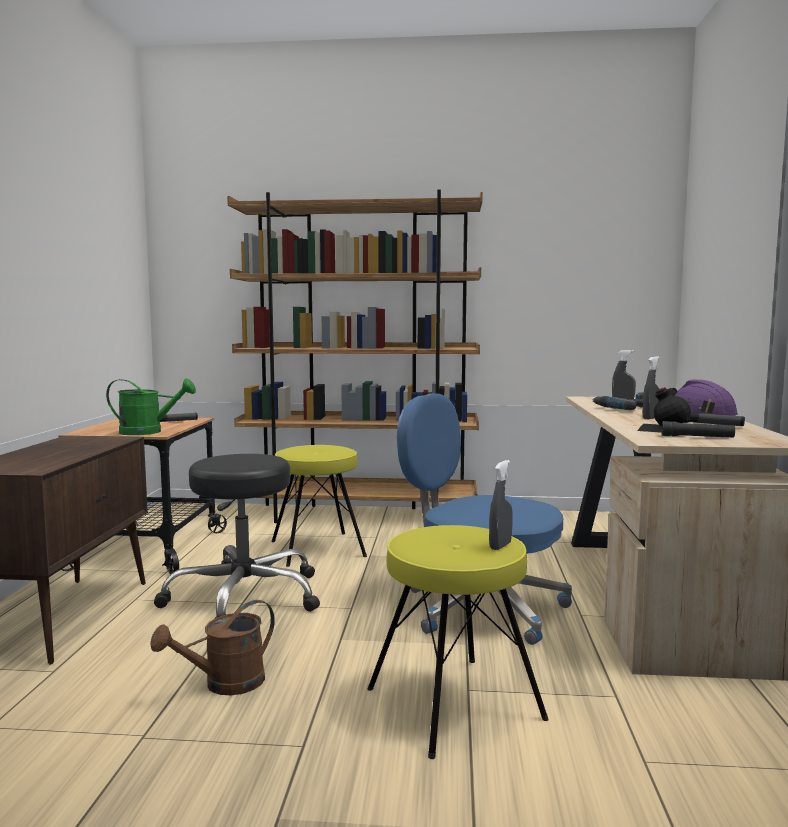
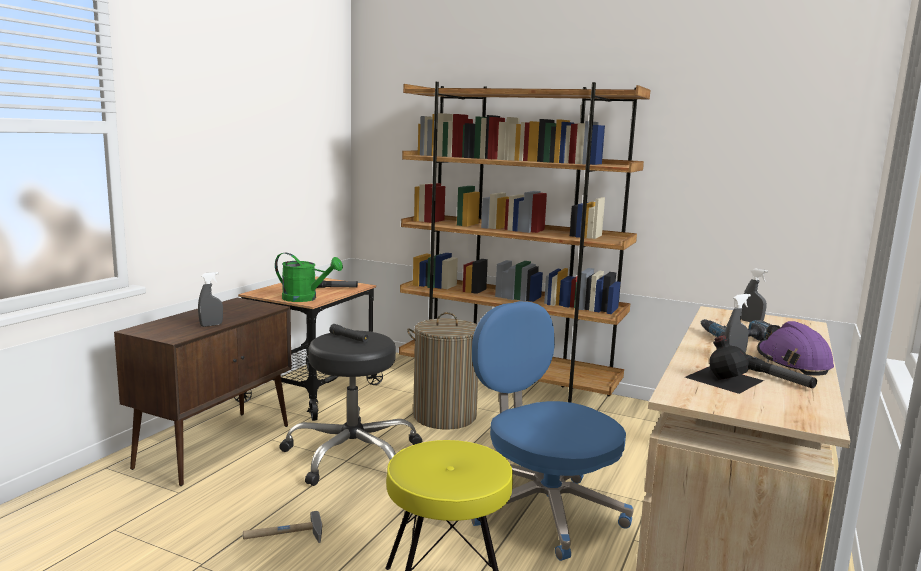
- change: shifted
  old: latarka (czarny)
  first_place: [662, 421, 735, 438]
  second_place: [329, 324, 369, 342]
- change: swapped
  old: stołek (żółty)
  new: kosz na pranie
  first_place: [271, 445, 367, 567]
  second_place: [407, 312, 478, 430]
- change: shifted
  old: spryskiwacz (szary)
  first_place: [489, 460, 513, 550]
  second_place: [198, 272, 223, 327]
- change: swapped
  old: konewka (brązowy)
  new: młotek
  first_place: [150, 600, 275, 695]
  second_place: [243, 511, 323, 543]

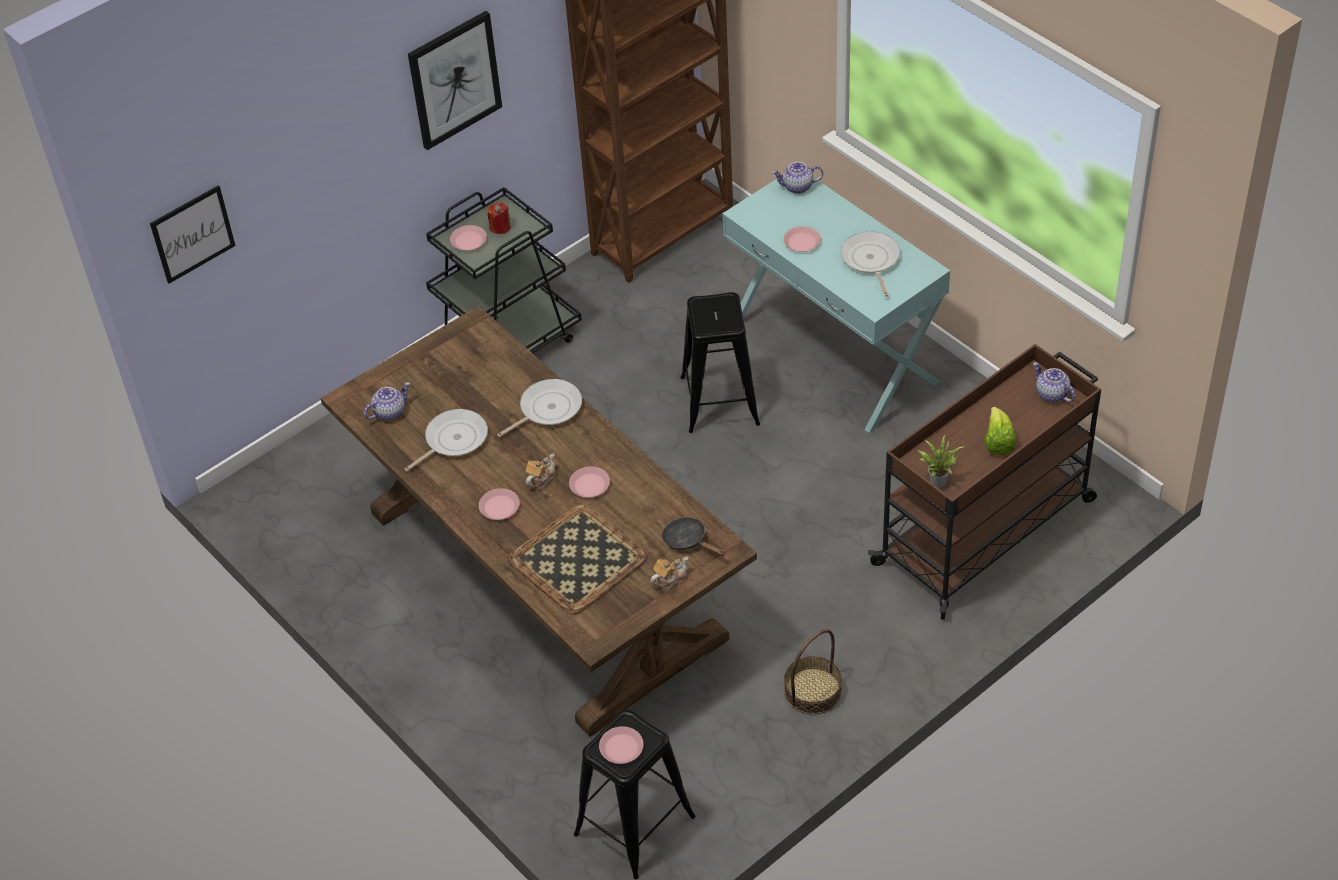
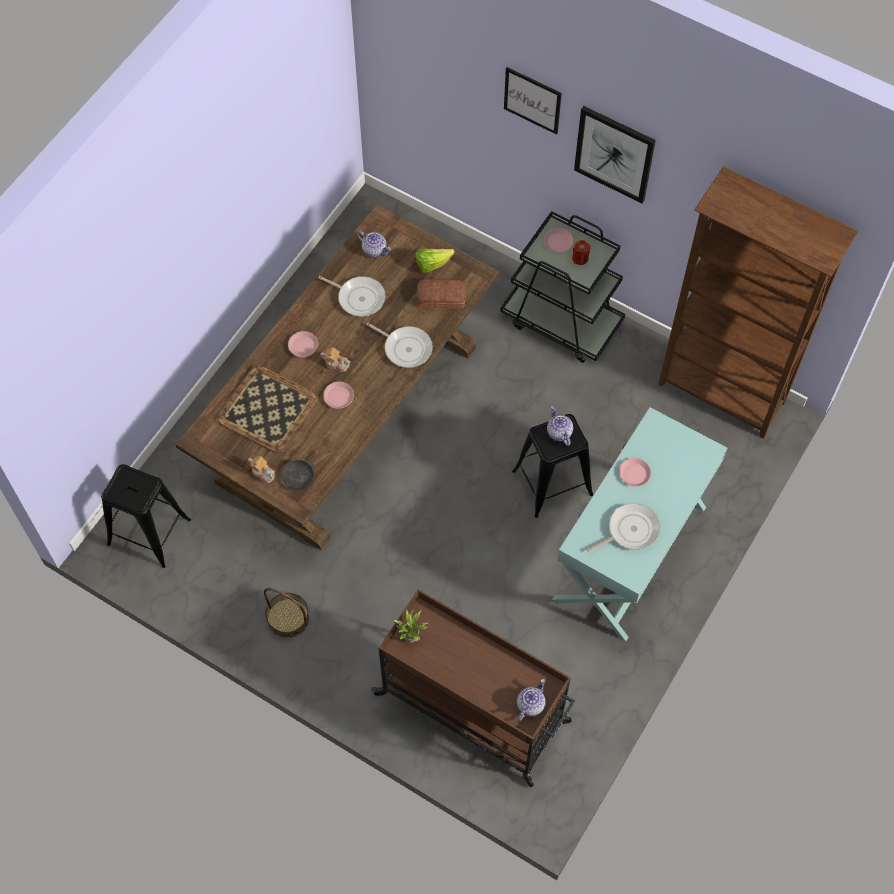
- change: shifted
  old: imbryk
  first_place: [772, 162, 823, 194]
  second_place: [547, 406, 573, 446]
- change: shifted
  old: obraz
  first_place: [150, 185, 235, 284]
  second_place: [504, 67, 562, 135]
- change: shifted
  old: sałata
  first_place: [984, 407, 1016, 455]
  second_place: [415, 248, 455, 273]
- change: rotated
  old: patelnia (czarny)
  first_place: [662, 517, 725, 556]
  second_place: [281, 450, 331, 491]
  degrees: -150
- change: gone
  old: talerz (różowy)
  first_place: [599, 726, 644, 764]
- change: new
  new: chleb
  second_place: [417, 279, 466, 308]

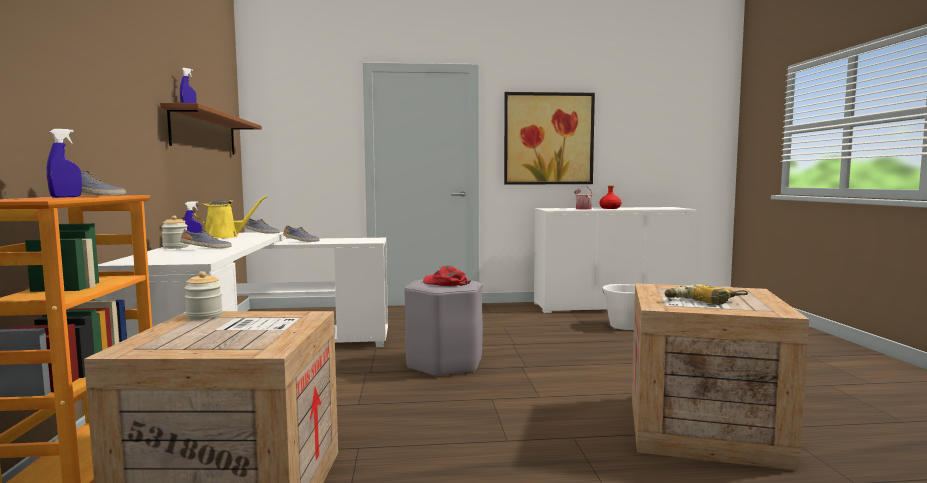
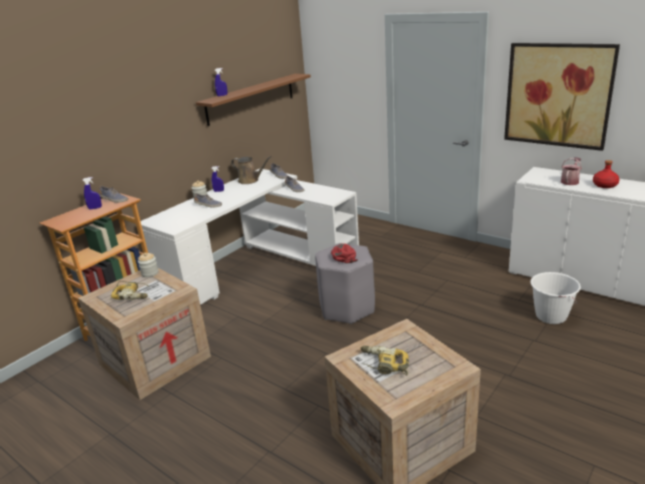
- change: repainted
  old: konewka (żółty)
  new: konewka (brązowy)
  first_place: [193, 196, 267, 239]
  second_place: [231, 156, 271, 184]
- change: new
  new: wiertarka
  second_place: [111, 281, 148, 300]

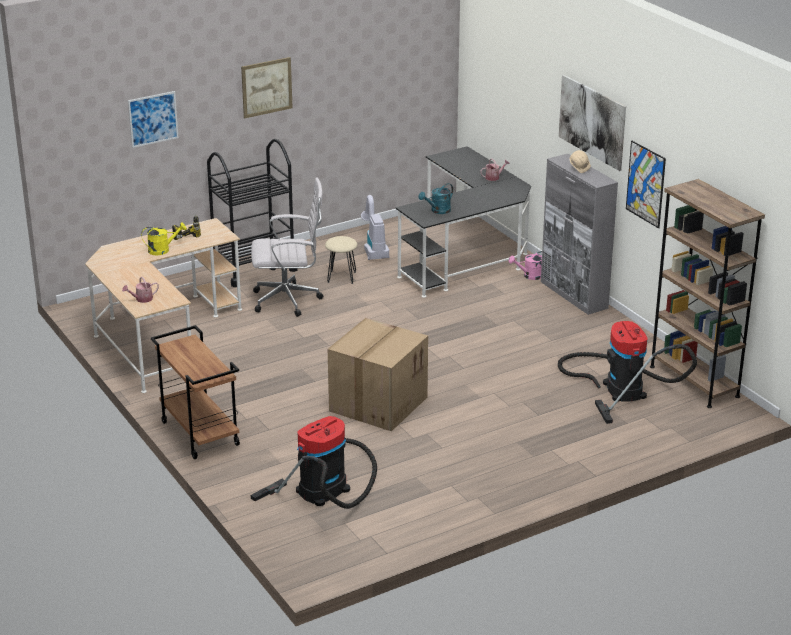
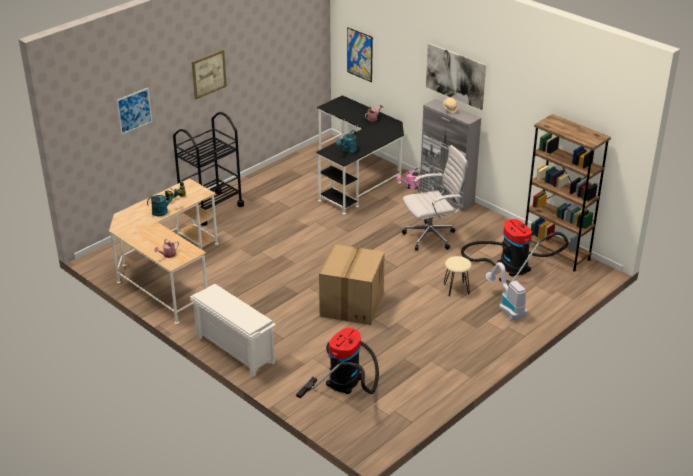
- change: shifted
  old: obraz
  first_place: [626, 141, 666, 228]
  second_place: [347, 27, 373, 82]
- change: shifted
  old: krzesło biurowe (biały)
  first_place: [251, 177, 323, 317]
  second_place: [402, 145, 468, 251]
- change: shifted
  old: odkurzacz
  first_place: [361, 195, 389, 260]
  second_place: [486, 262, 527, 321]
- change: repainted
  old: konewka (żółty)
  new: konewka (turkusowy)
  first_place: [141, 223, 187, 255]
  second_place: [147, 189, 180, 216]
- change: shifted
  old: stołek (beżowy)
  first_place: [325, 236, 357, 284]
  second_place: [444, 256, 472, 296]
- change: swapped
  old: wózek (brązowy)
  new: regał na buty (biały)
  first_place: [151, 325, 240, 459]
  second_place: [190, 284, 276, 377]

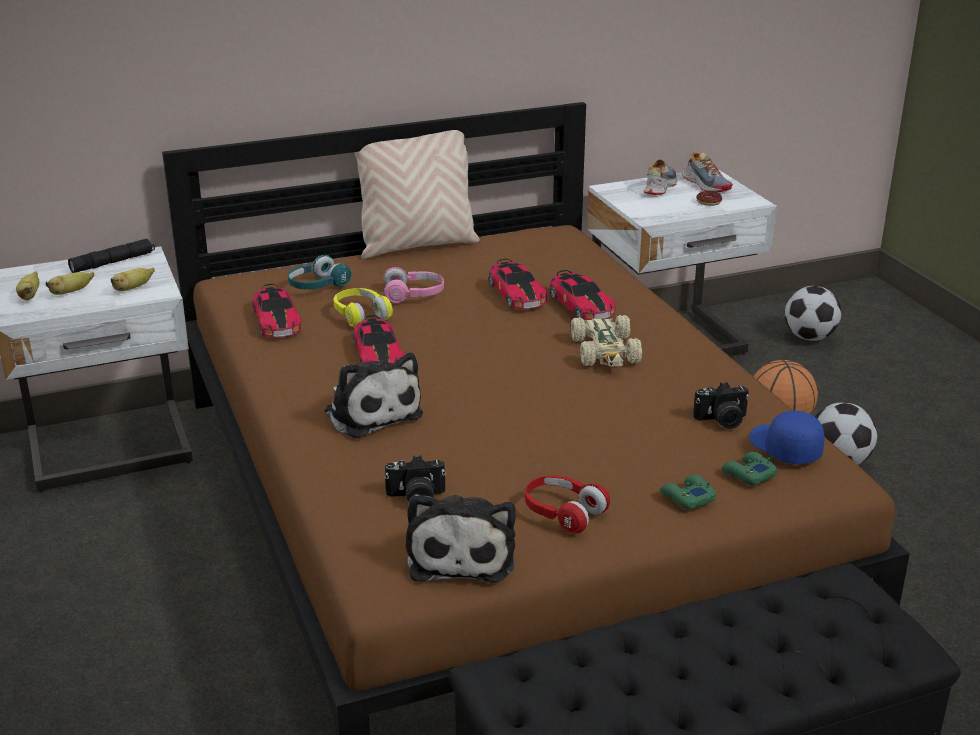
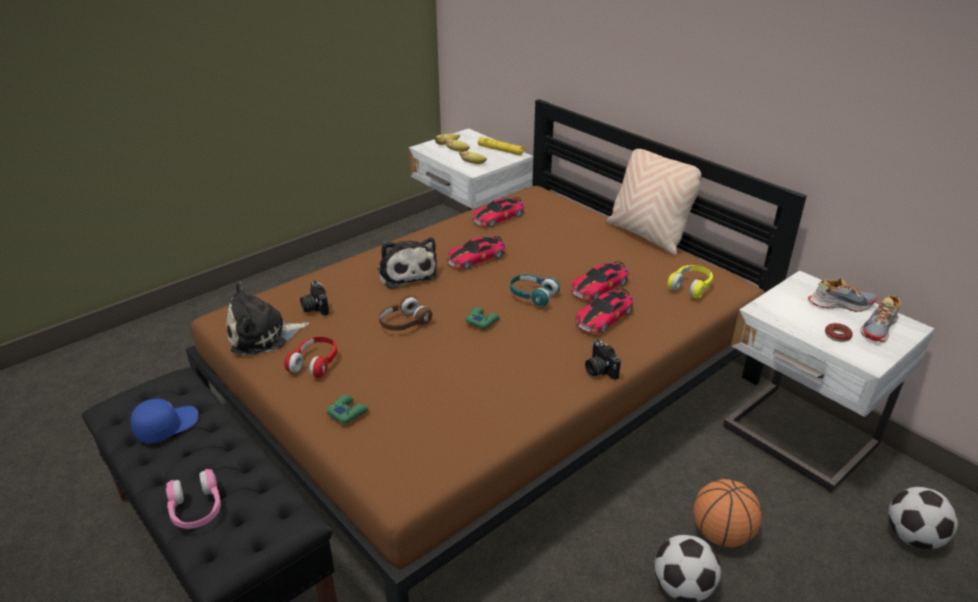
- change: repainted
  old: latarka (czarny)
  new: latarka (żółty)
  first_place: [68, 239, 155, 273]
  second_place: [478, 137, 525, 156]
- change: shifted
  old: słuchawki (turkusowy)
  first_place: [288, 255, 351, 290]
  second_place: [510, 274, 560, 307]
- change: shifted
  old: słuchawki (różowy)
  first_place: [384, 267, 444, 303]
  second_place: [166, 469, 221, 529]
- change: shifted
  old: słuchawki (żółty)
  first_place: [334, 288, 393, 327]
  second_place: [667, 265, 713, 298]
- change: gone
  old: samochodzik (beżowy)
  first_place: [571, 315, 642, 367]
- change: rotated
  old: pluszak
  first_place: [325, 353, 423, 439]
  second_place: [378, 237, 438, 289]
  degrees: -60
- change: shifted
  old: aparat fotograficzny
  first_place: [693, 382, 749, 429]
  second_place: [585, 339, 621, 380]
- change: shifted
  old: czapka z daszkiem (niebieski)
  first_place: [749, 411, 824, 465]
  second_place: [131, 399, 199, 443]
- change: shifted
  old: pad do gier (zielony)
  first_place: [722, 452, 777, 485]
  second_place: [466, 307, 500, 329]
- change: new
  new: słuchawki (brązowy)
  second_place: [379, 296, 432, 331]

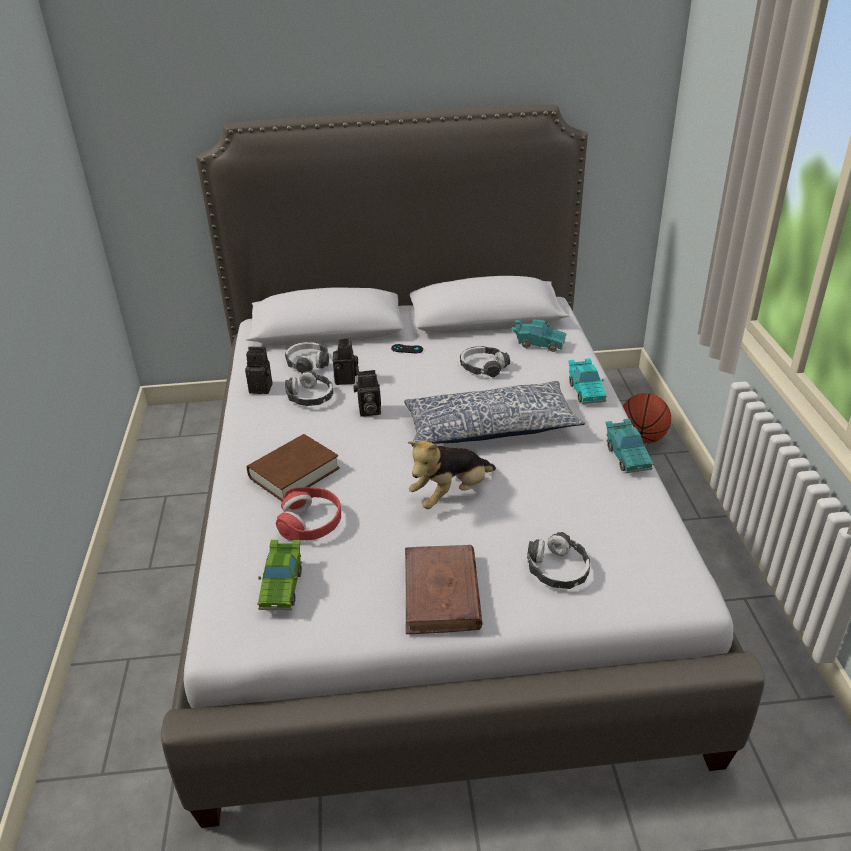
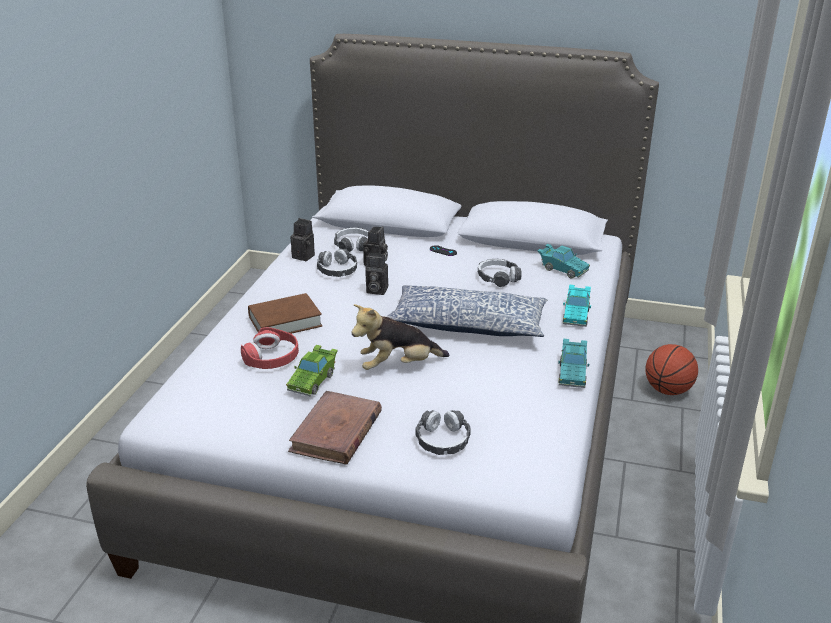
- change: shifted
  old: samochodzik (zielony)
  first_place: [257, 540, 302, 610]
  second_place: [286, 345, 338, 397]

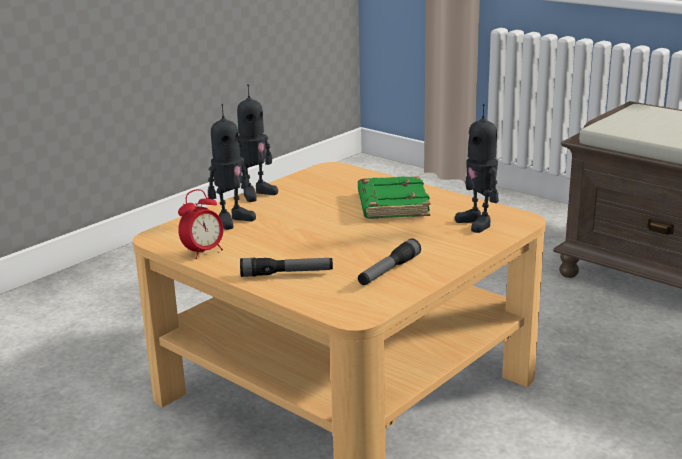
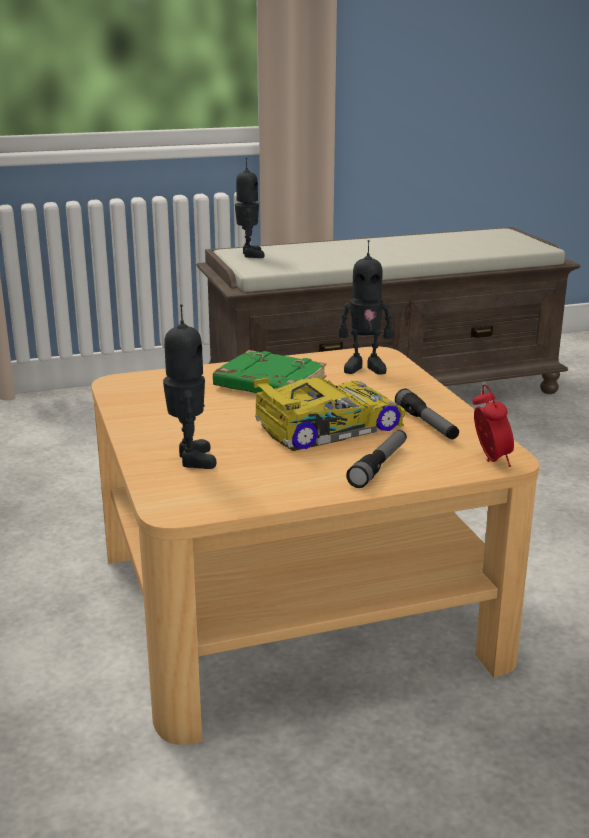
- change: shifted
  old: robot zabawkowy
  first_place: [237, 84, 278, 202]
  second_place: [235, 158, 264, 258]
- change: shifted
  old: budzik
  first_place: [178, 189, 224, 259]
  second_place: [473, 384, 514, 467]
- change: new
  new: samochodzik
  second_place: [253, 376, 405, 451]

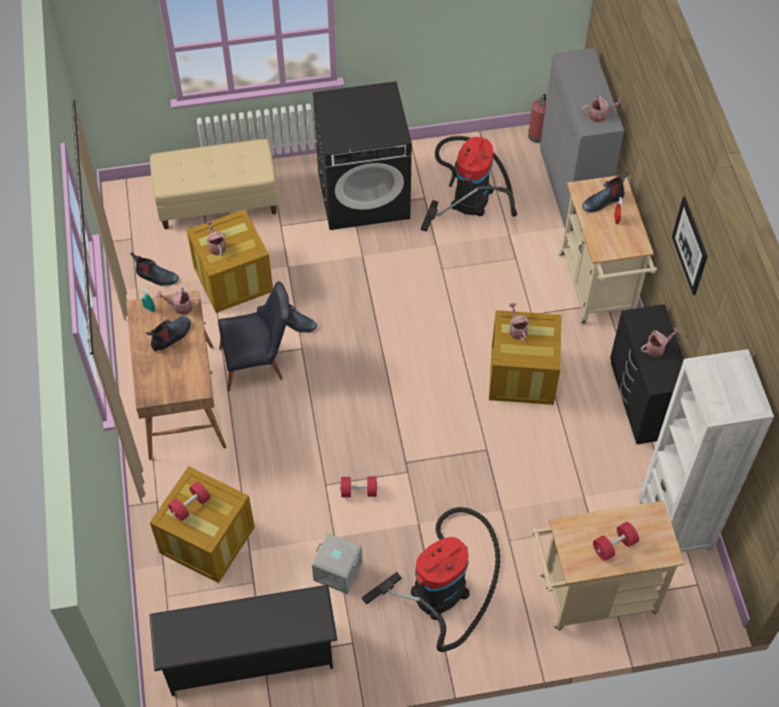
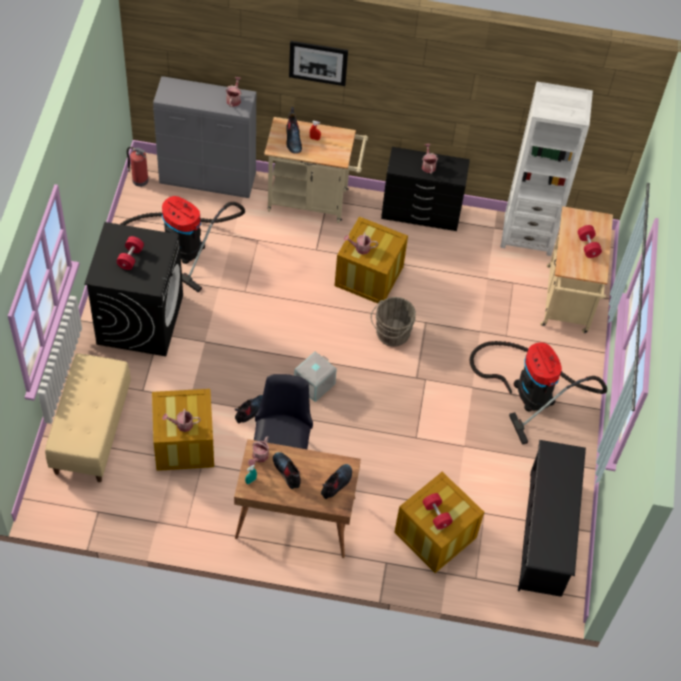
- change: shifted
  old: obraz
  first_place: [672, 197, 708, 295]
  second_place: [289, 41, 348, 86]
- change: shifted
  old: but z cholewką
  first_place: [131, 252, 179, 286]
  second_place: [321, 464, 352, 499]
- change: shifted
  old: hantel (czerwony)
  first_place: [340, 476, 378, 497]
  second_place: [116, 236, 144, 270]
- change: shifted
  old: pojemnik do przechowywania (szary)
  first_place: [312, 533, 363, 594]
  second_place: [294, 351, 337, 402]
- change: new
  new: wiadro (szary)
  second_place: [371, 297, 416, 347]

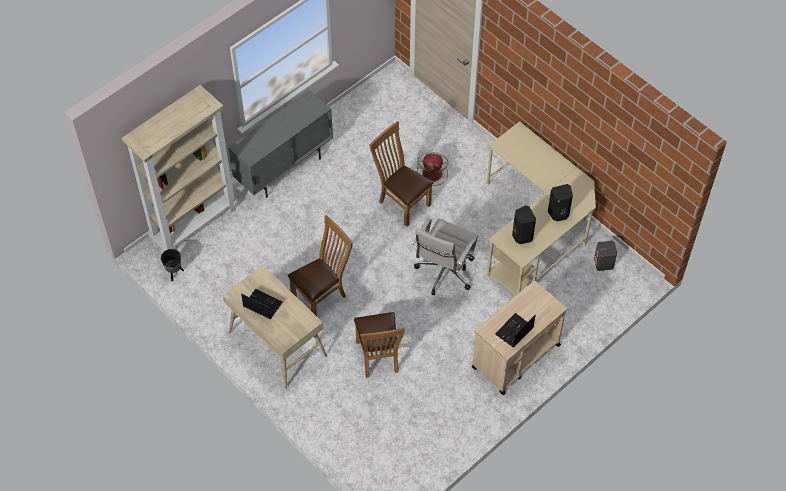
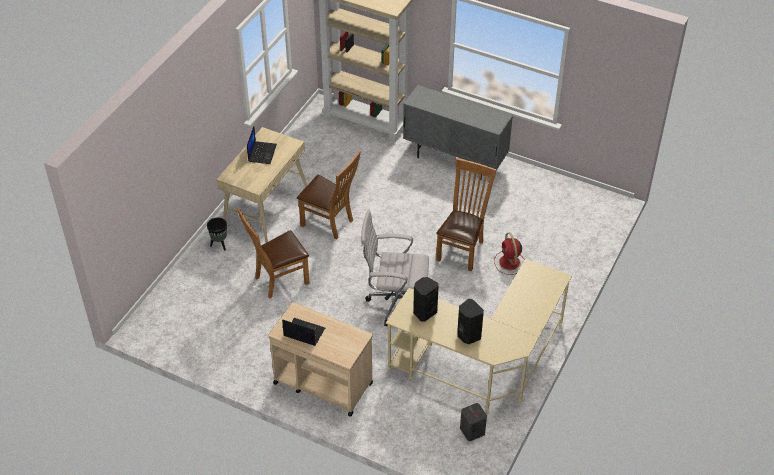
- change: shifted
  old: donica (czarny)
  first_place: [161, 249, 184, 281]
  second_place: [207, 217, 227, 251]

